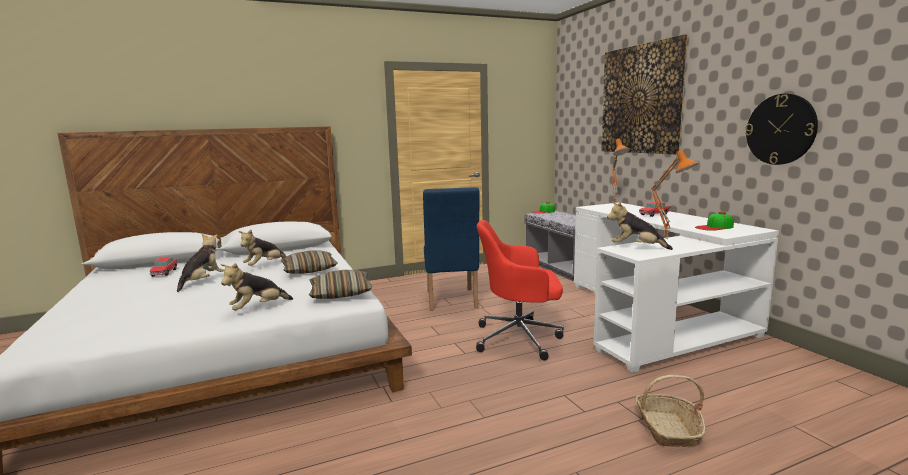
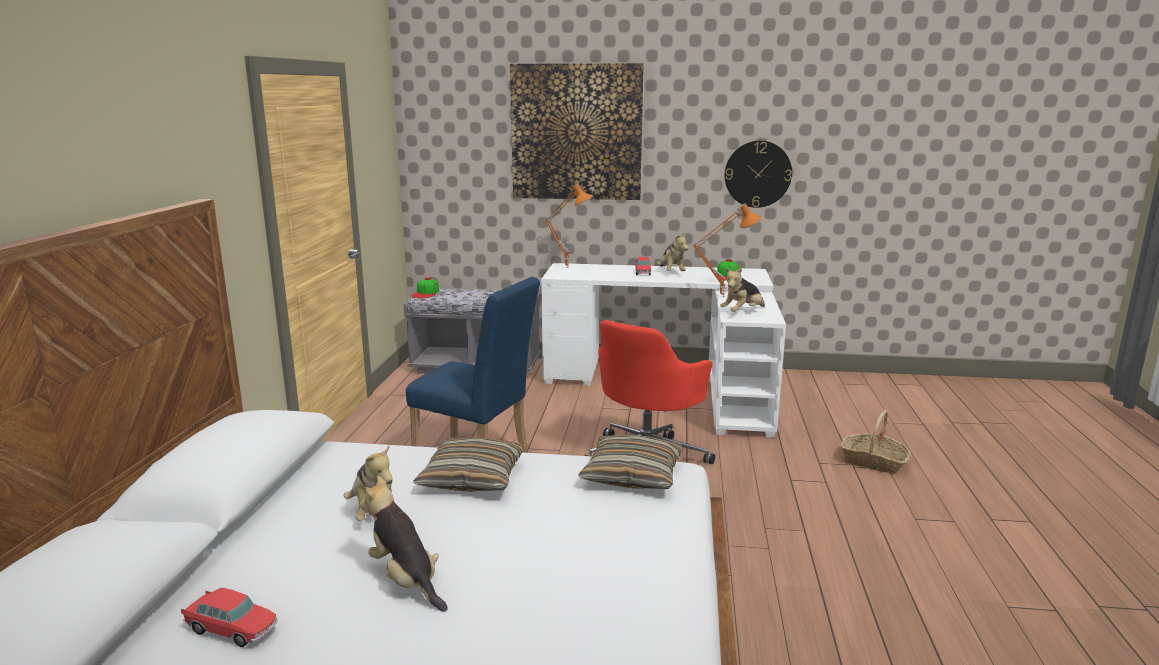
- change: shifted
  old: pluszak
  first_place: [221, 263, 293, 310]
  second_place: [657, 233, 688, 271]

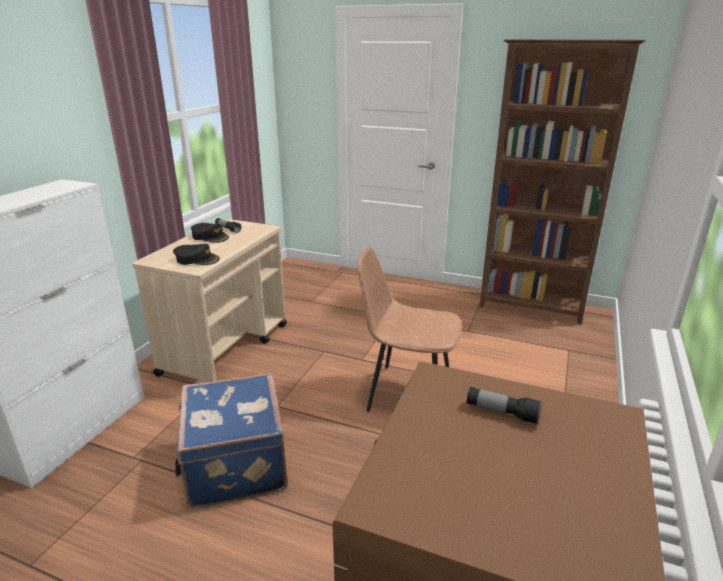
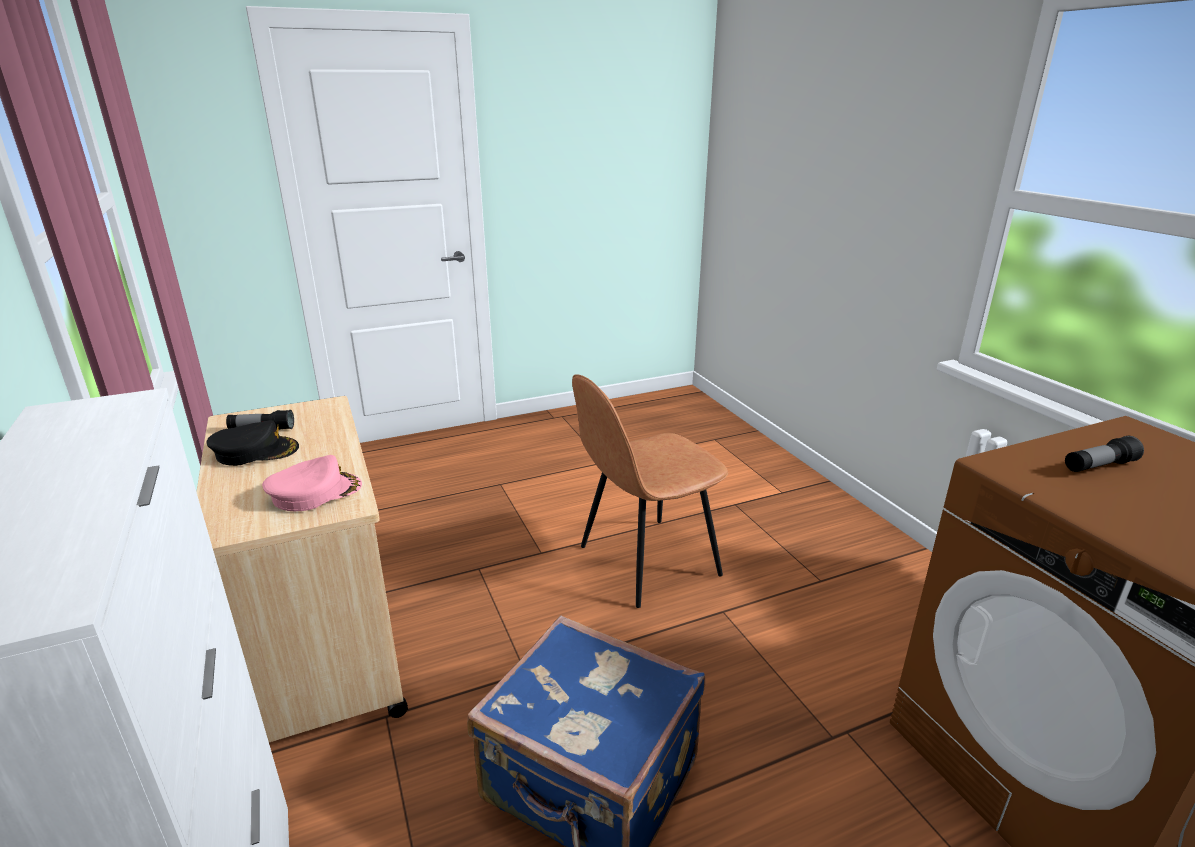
- change: gone
  old: regał (brązowy)
  first_place: [480, 39, 646, 325]
- change: repainted
  old: czapka z daszkiem (czarny)
  new: czapka z daszkiem (różowy)
  first_place: [173, 243, 220, 265]
  second_place: [262, 455, 362, 511]

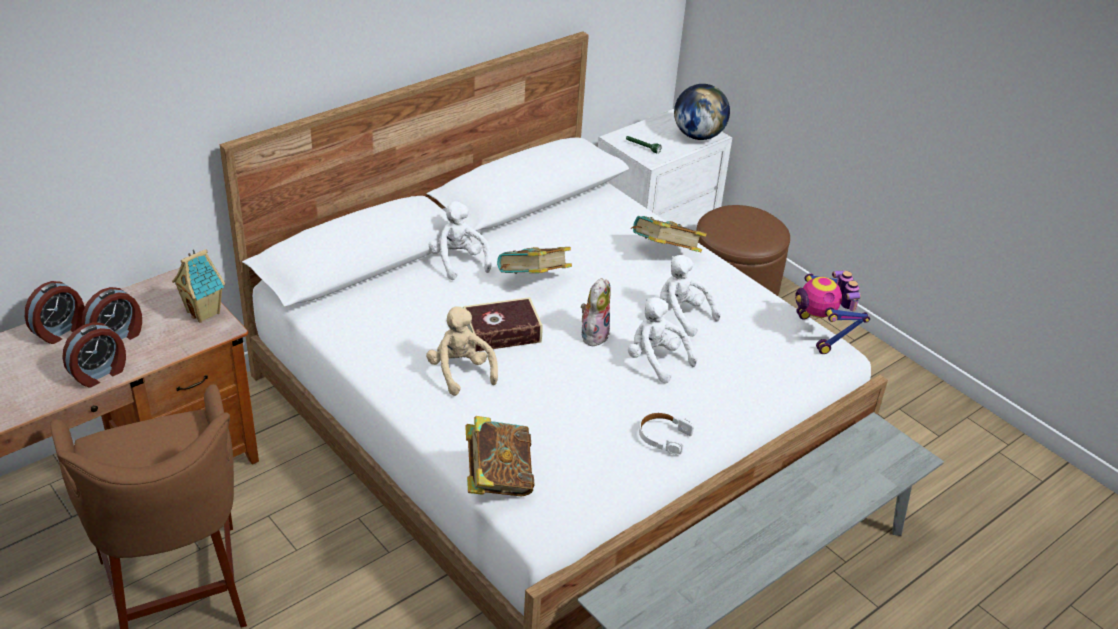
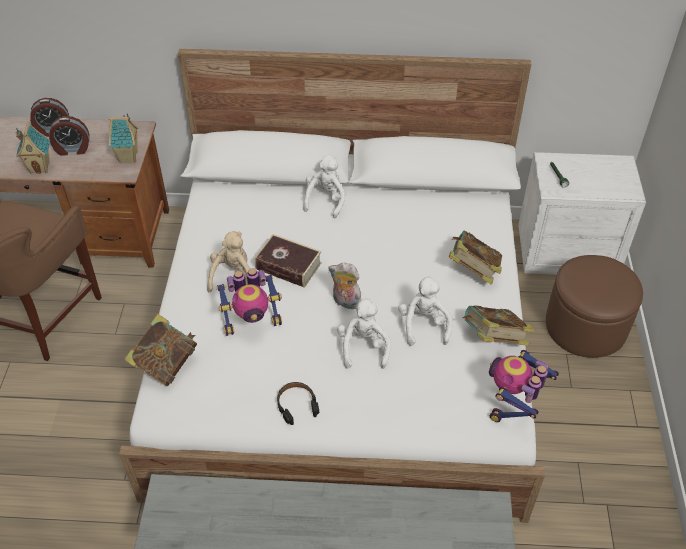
- change: gone
  old: globus
  first_place: [674, 84, 730, 140]
- change: shifted
  old: książka
  first_place: [497, 247, 572, 274]
  second_place: [462, 305, 535, 346]
- change: rotated
  old: pluszak
  first_place: [581, 278, 611, 346]
  second_place: [328, 263, 361, 309]
  degrees: -135
- change: swapped
  old: budzik
  new: domek
  first_place: [62, 322, 126, 388]
  second_place: [16, 122, 50, 174]
- change: repainted
  old: słuchawki (biały)
  new: słuchawki (czarny)
  first_place: [639, 412, 694, 455]
  second_place: [277, 382, 319, 425]
- change: new
  new: robot zabawkowy
  second_place: [216, 268, 282, 336]

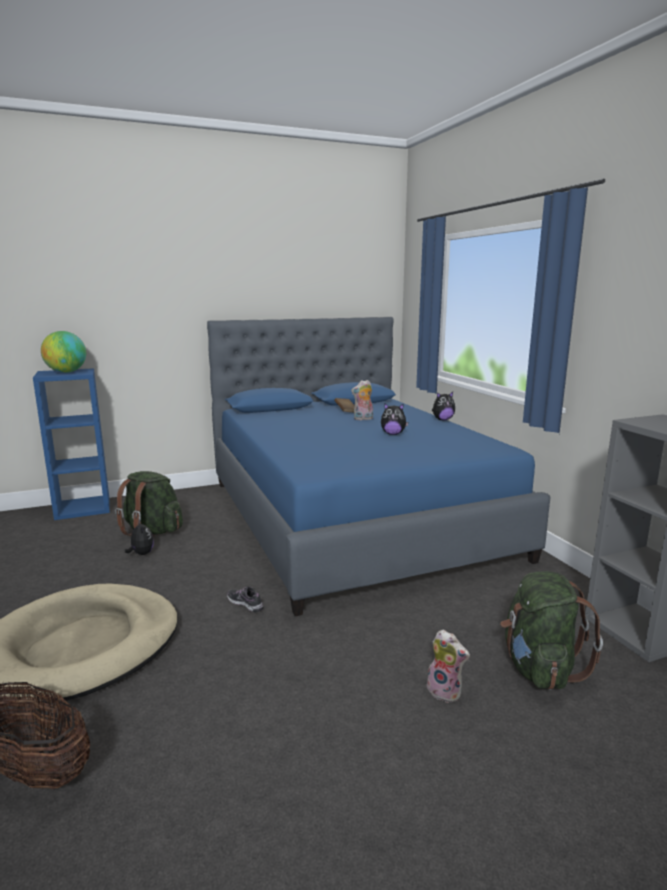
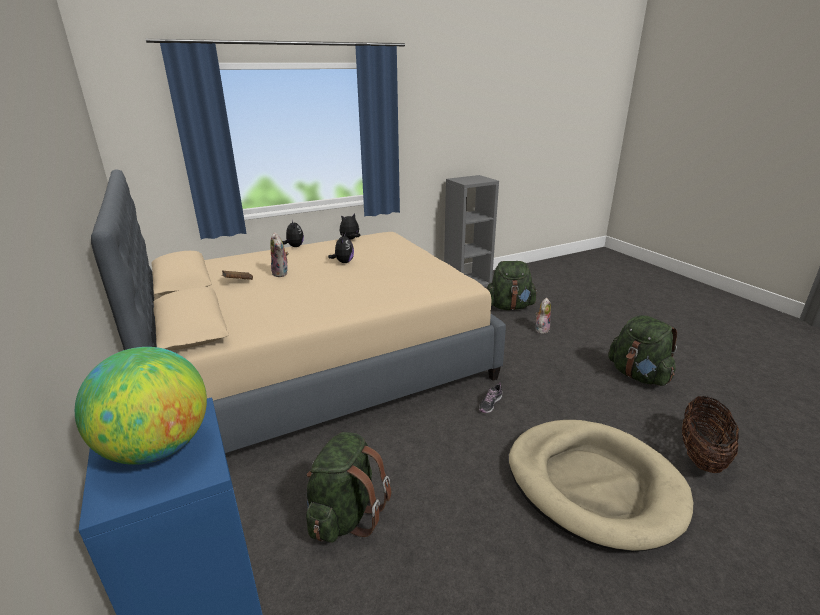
- change: repainted
  old: łóżko (niebieski)
  new: łóżko (beżowy)
  first_place: [207, 317, 551, 616]
  second_place: [91, 169, 506, 453]
- change: shifted
  old: pluszak
  first_place: [125, 520, 154, 555]
  second_place: [340, 214, 361, 240]
- change: new
  new: plecak (zielony)
  second_place: [608, 315, 677, 386]

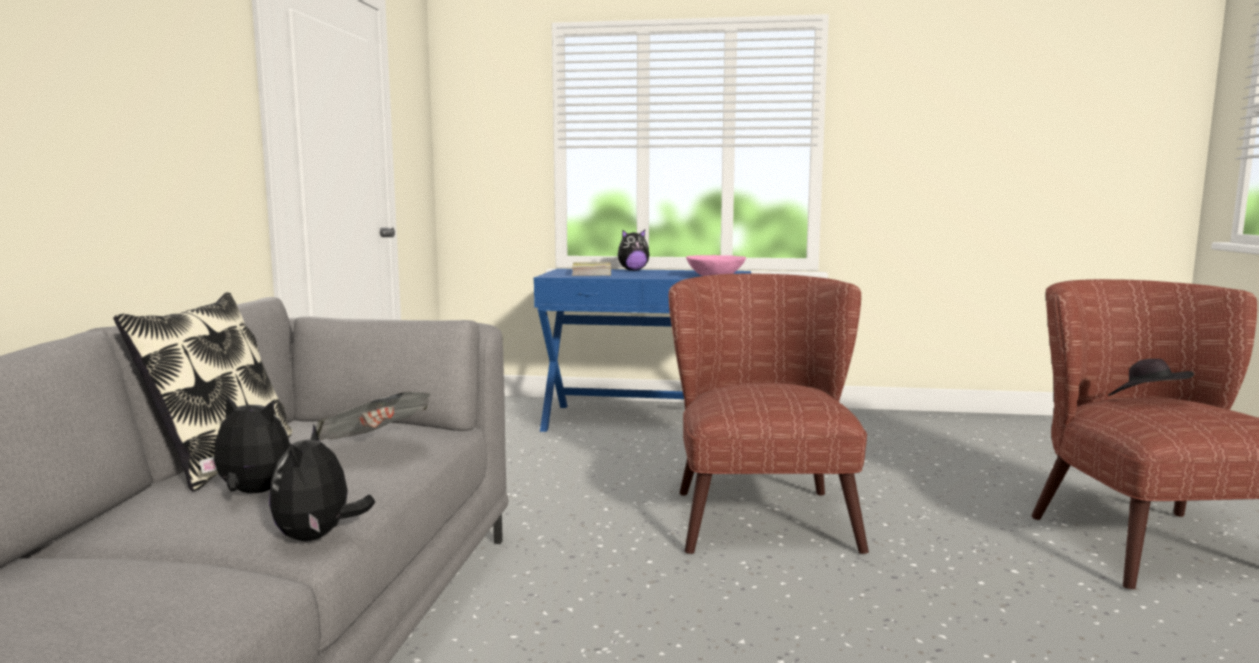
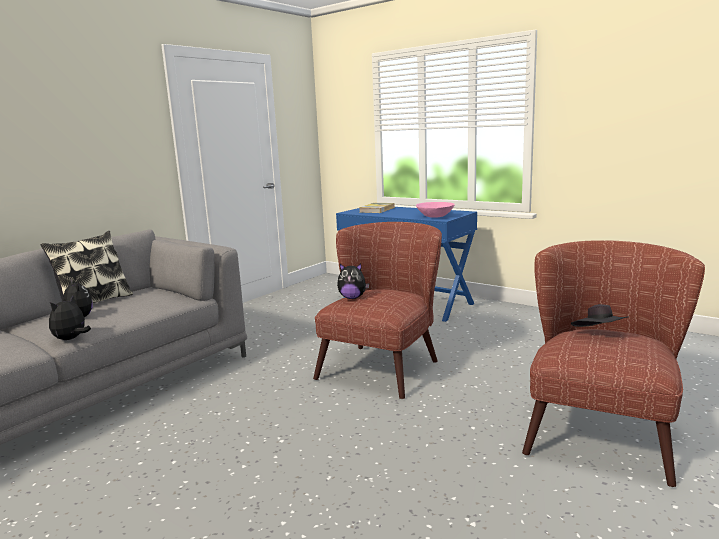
- change: shifted
  old: pluszak
  first_place: [618, 229, 649, 271]
  second_place: [337, 264, 370, 299]
- change: gone
  old: gazeta
  first_place: [316, 392, 431, 441]

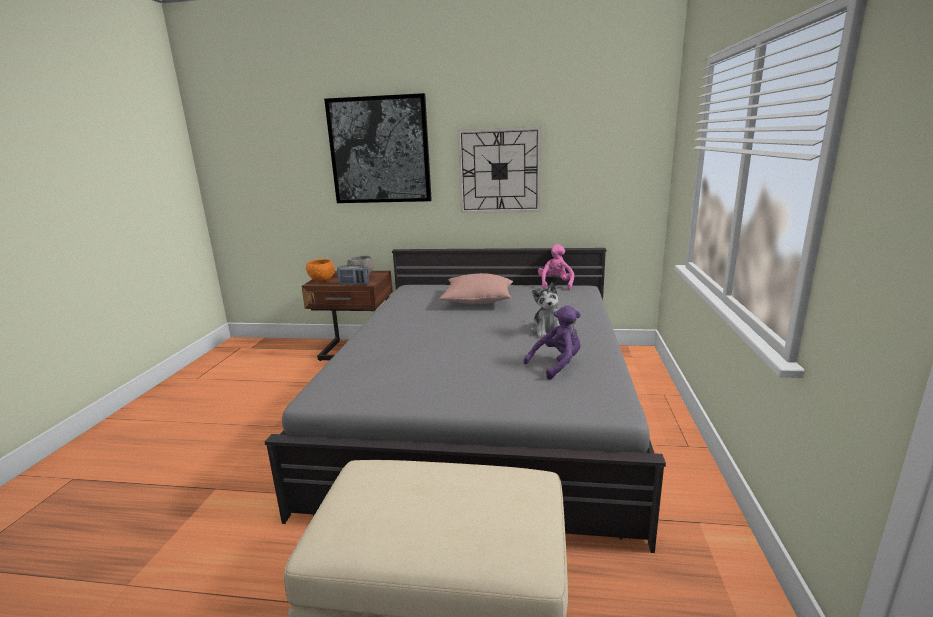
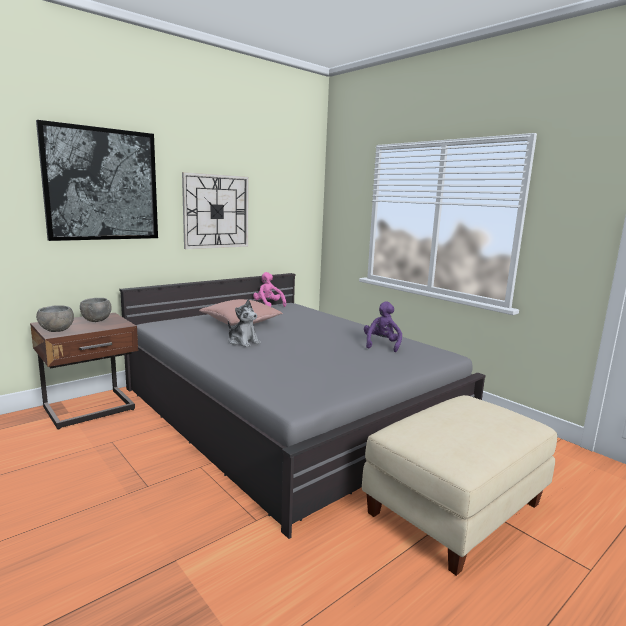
- change: repainted
  old: miska (pomarańczowy)
  new: miska (szary)
  first_place: [306, 259, 335, 281]
  second_place: [36, 305, 74, 332]
- change: gone
  old: radio
  first_place: [337, 264, 369, 285]
- change: shifted
  old: pluszak
  first_place: [531, 282, 560, 338]
  second_place: [228, 299, 261, 347]

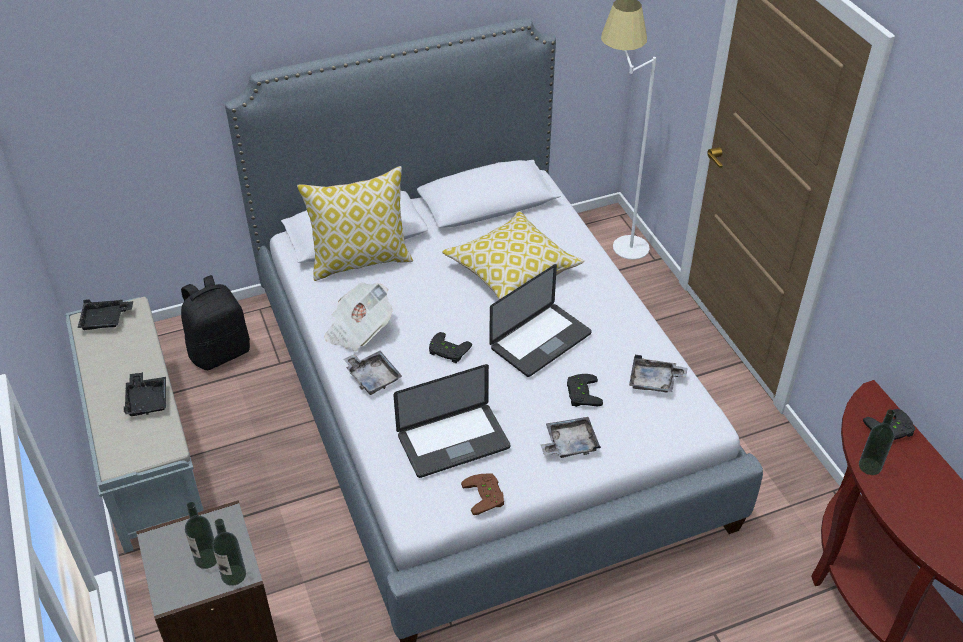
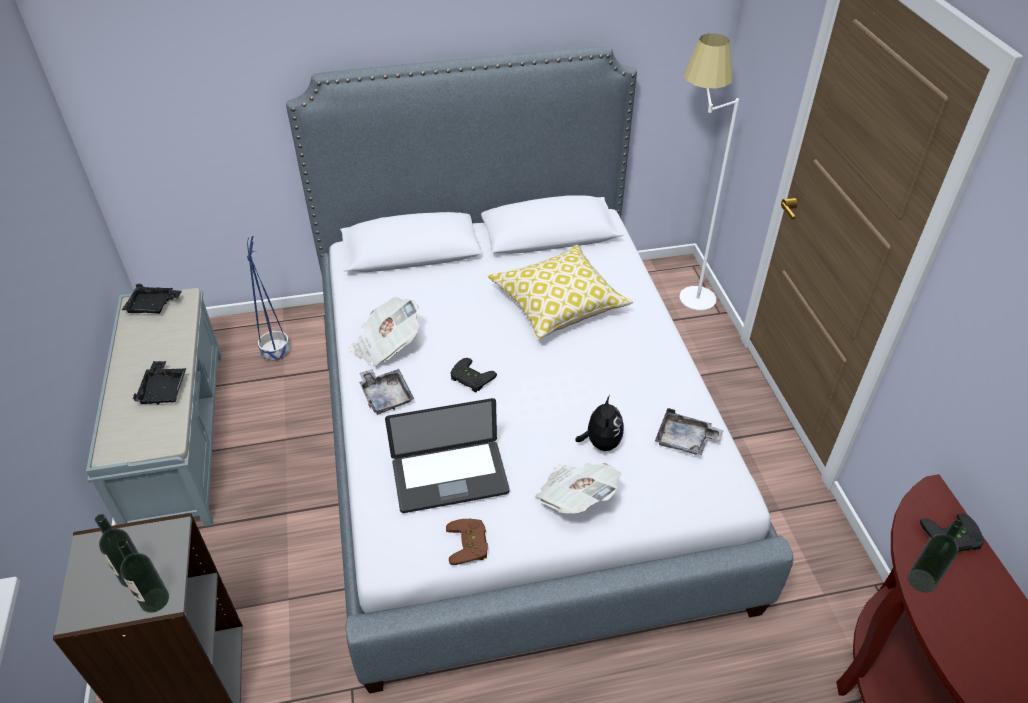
- change: gone
  old: poduszka
  first_place: [297, 166, 413, 281]
- change: gone
  old: laptop
  first_place: [489, 264, 591, 377]
- change: swapped
  old: plecak (czarny)
  new: donica (niebieski)
  first_place: [181, 275, 250, 370]
  second_place: [247, 236, 290, 361]
- change: swapped
  old: pad do gier (czarny)
  new: pluszak
  first_place: [567, 374, 603, 407]
  second_place: [575, 395, 624, 451]
- change: swapped
  old: taca (szary)
  new: gazeta
  first_place: [541, 417, 601, 458]
  second_place: [535, 463, 622, 514]

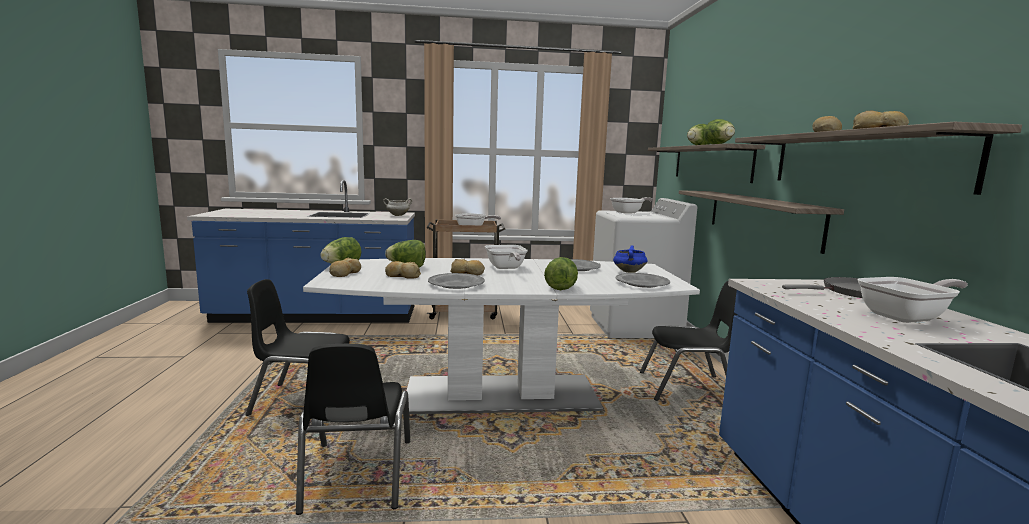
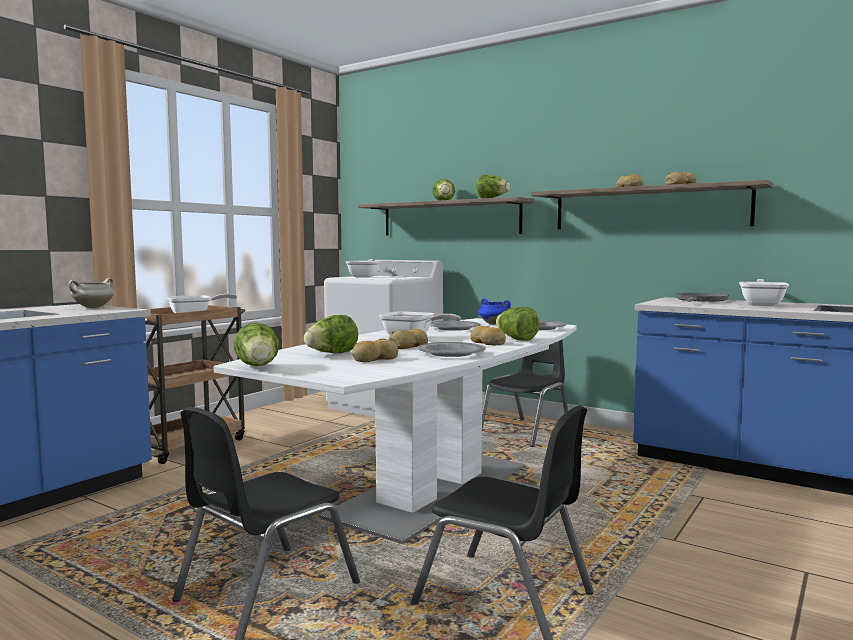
- change: gone
  old: półka
  first_place: [679, 190, 844, 254]
- change: shifted
  old: chleb
  first_place: [329, 258, 361, 277]
  second_place: [470, 326, 506, 345]

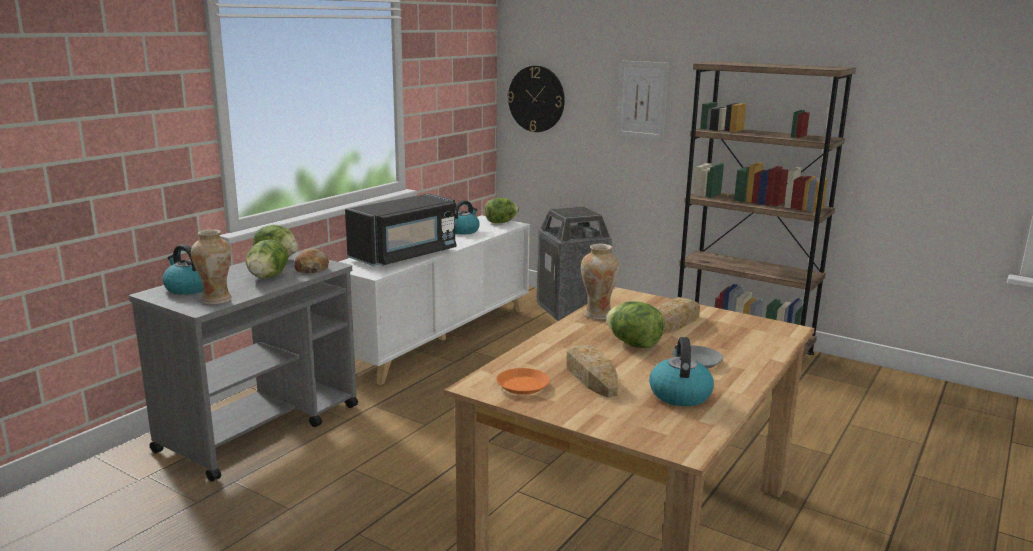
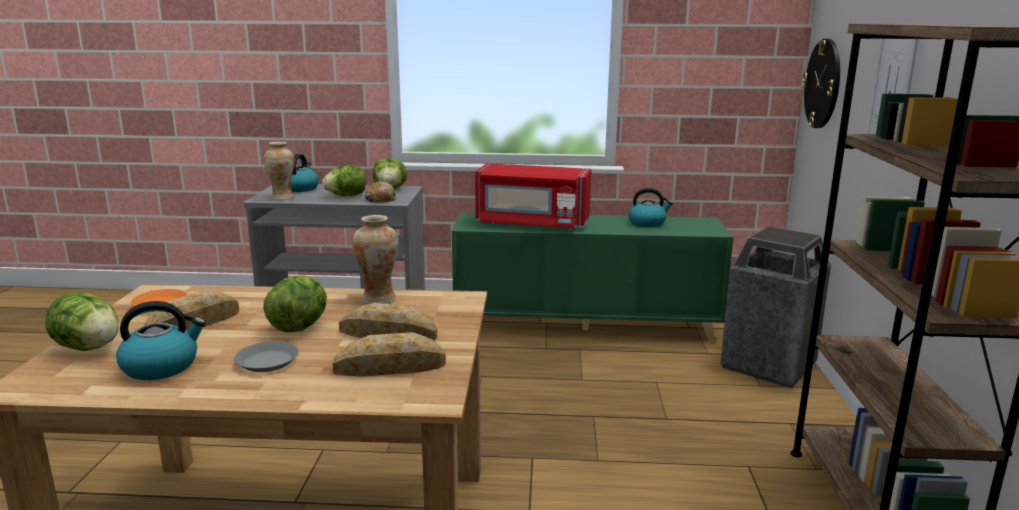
- change: repainted
  old: mikrofalówka (czarny)
  new: mikrofalówka (czerwony)
  first_place: [345, 194, 456, 266]
  second_place: [475, 163, 592, 230]
- change: shifted
  old: sałata
  first_place: [485, 198, 519, 223]
  second_place: [45, 292, 118, 351]
- change: repainted
  old: szafka (biały)
  new: szafka (zielony)
  first_place: [339, 215, 530, 385]
  second_place: [452, 212, 733, 343]
- change: new
  new: chleb
  second_place: [332, 332, 446, 377]

